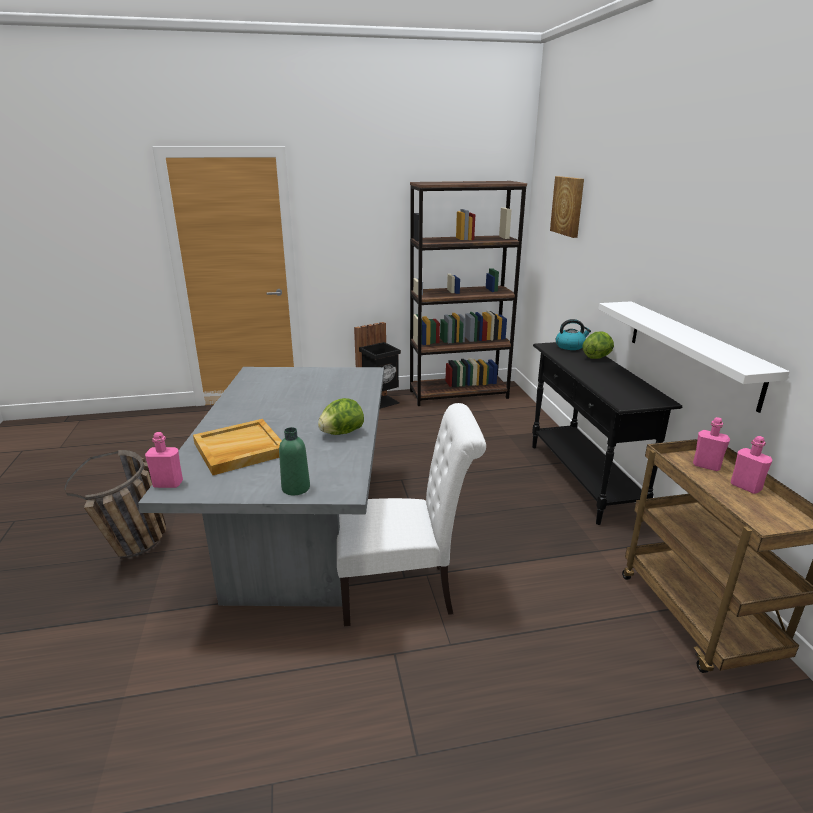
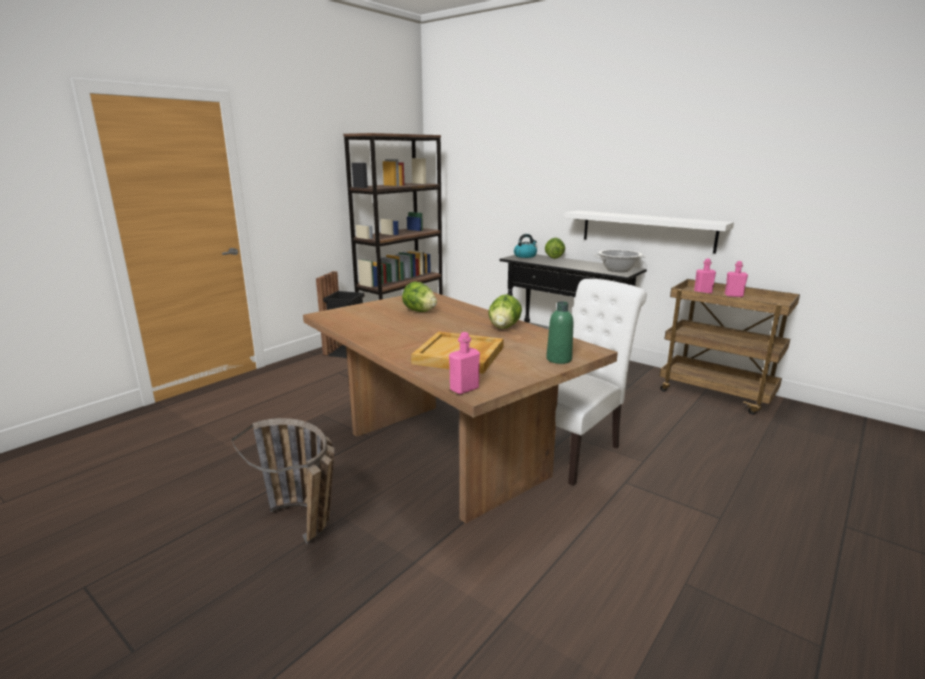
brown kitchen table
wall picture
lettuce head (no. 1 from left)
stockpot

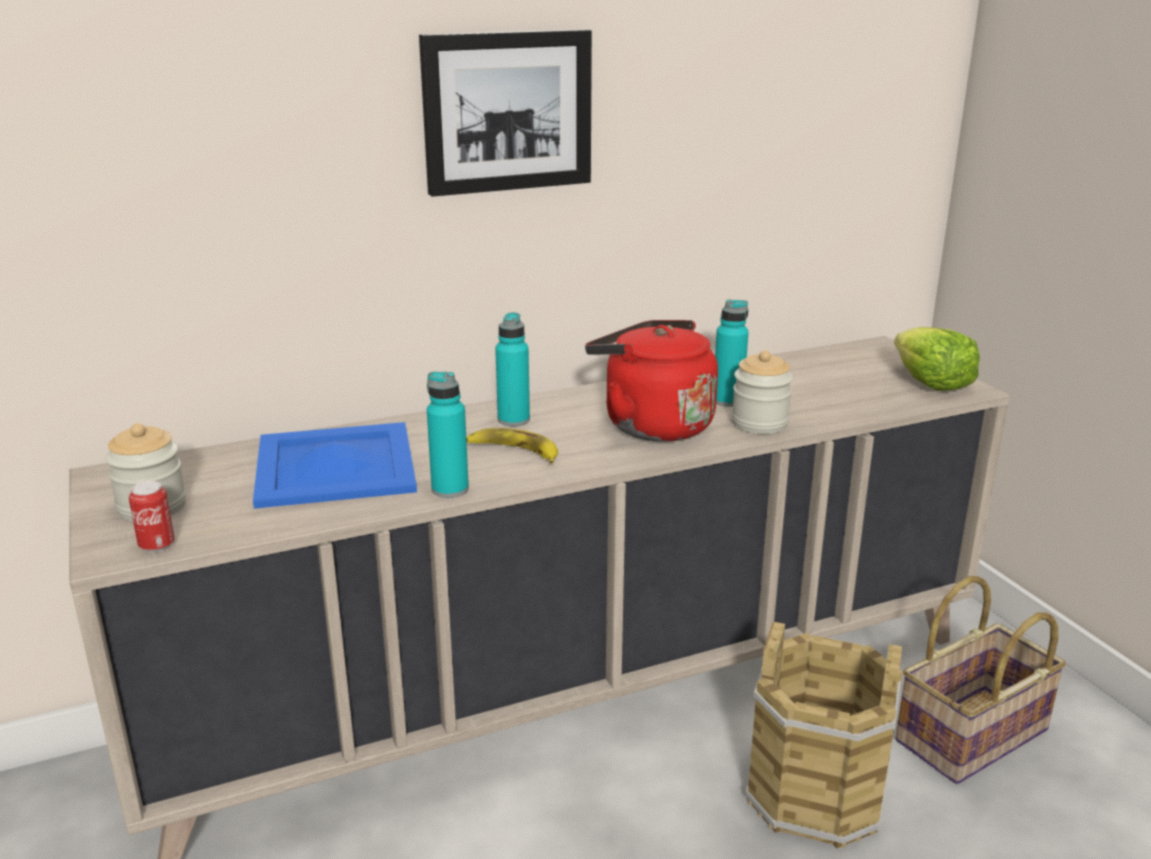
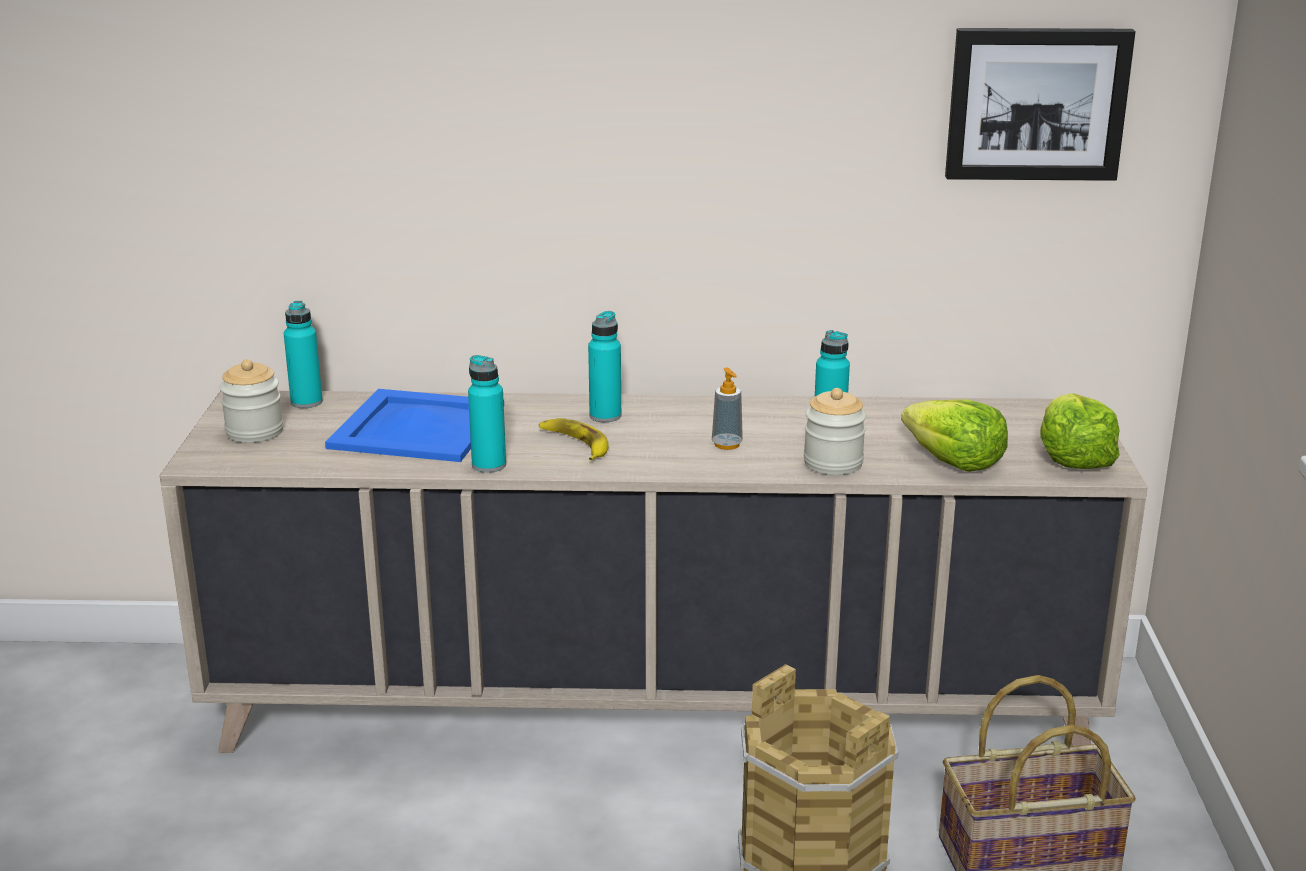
metal can
wall picture
soap bottle
turquoise bottle (no. 1 from left)
lettuce head (no. 1 from left)

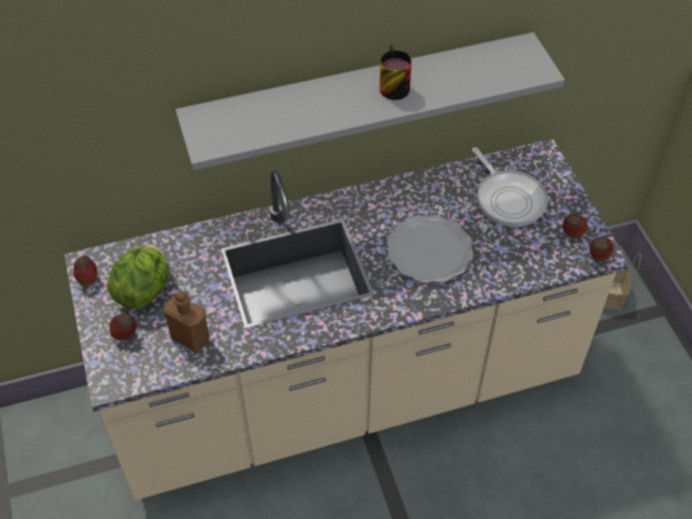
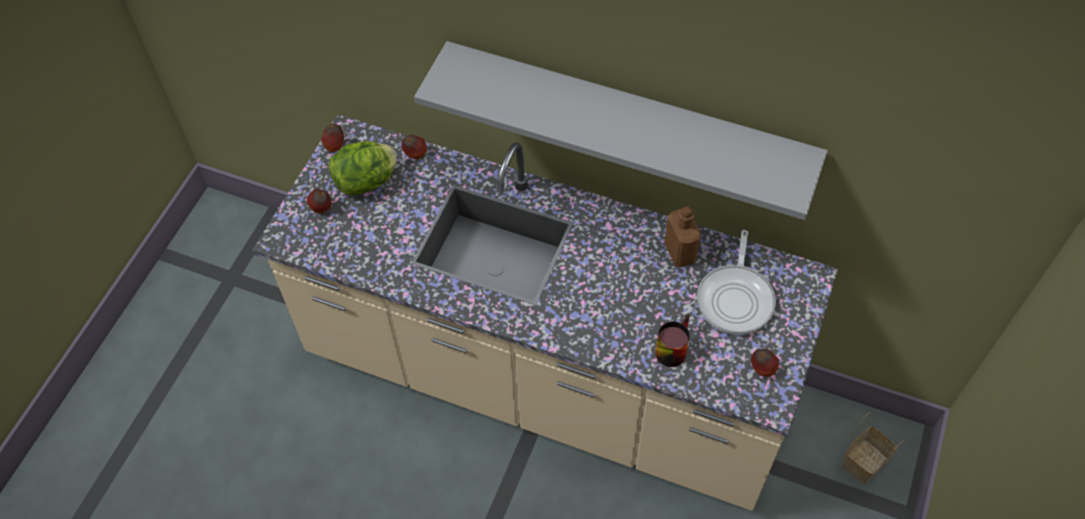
brown bottle
tea mug
plate
whole apple (no. 3 from left)

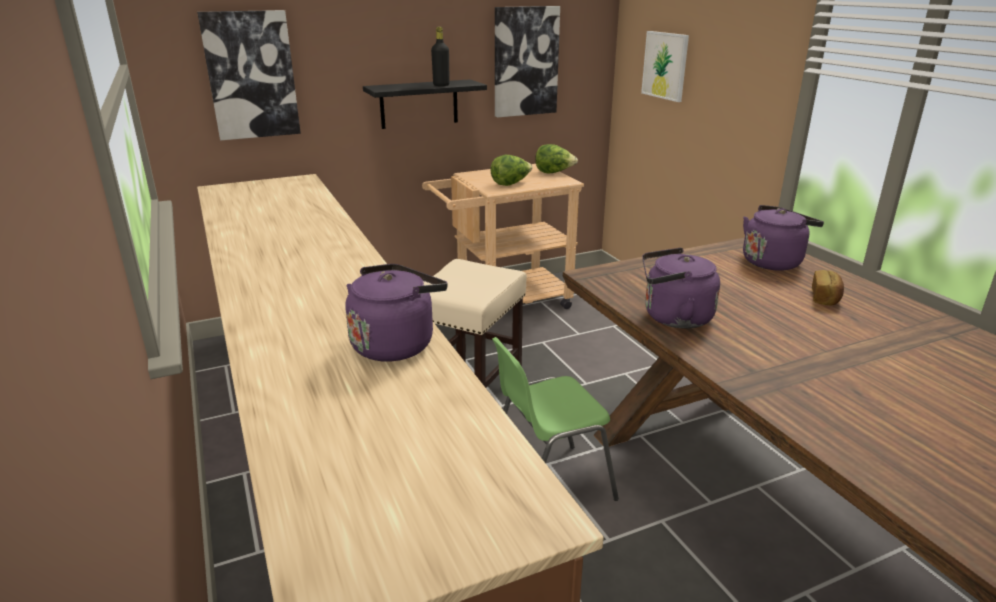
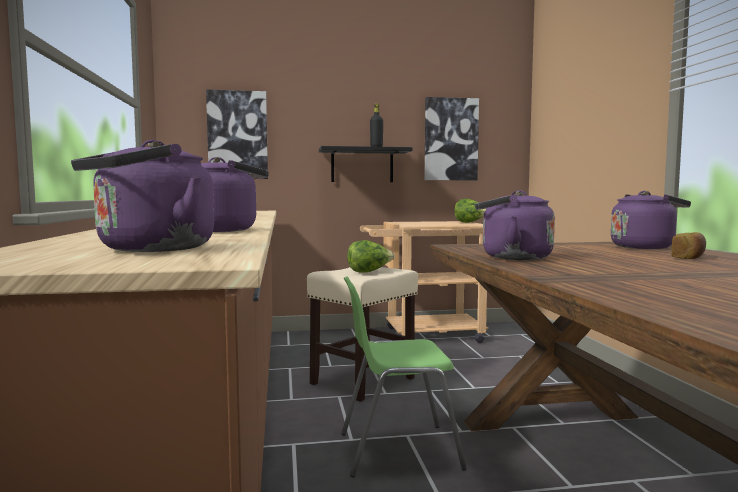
lettuce head (no. 1 from left)
wall picture (no. 3 from left in the first image)
purple-coloured kettle (no. 1 from left)

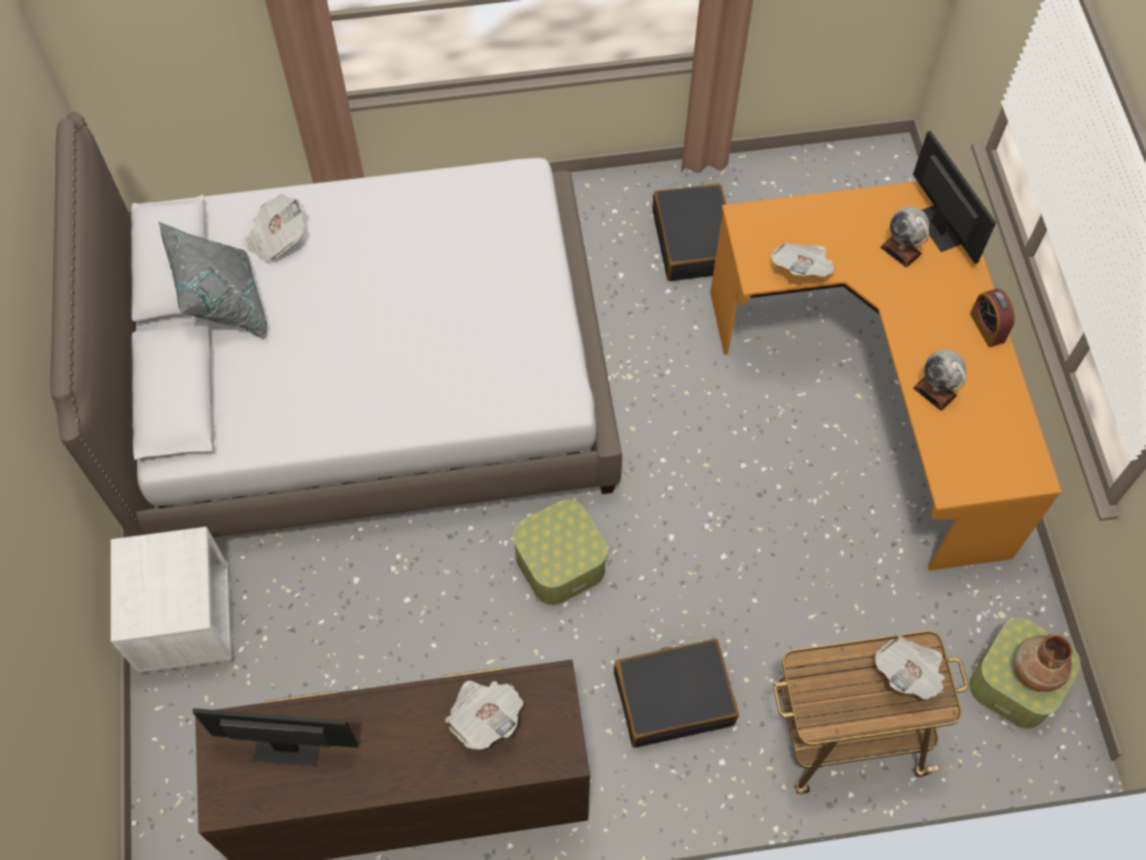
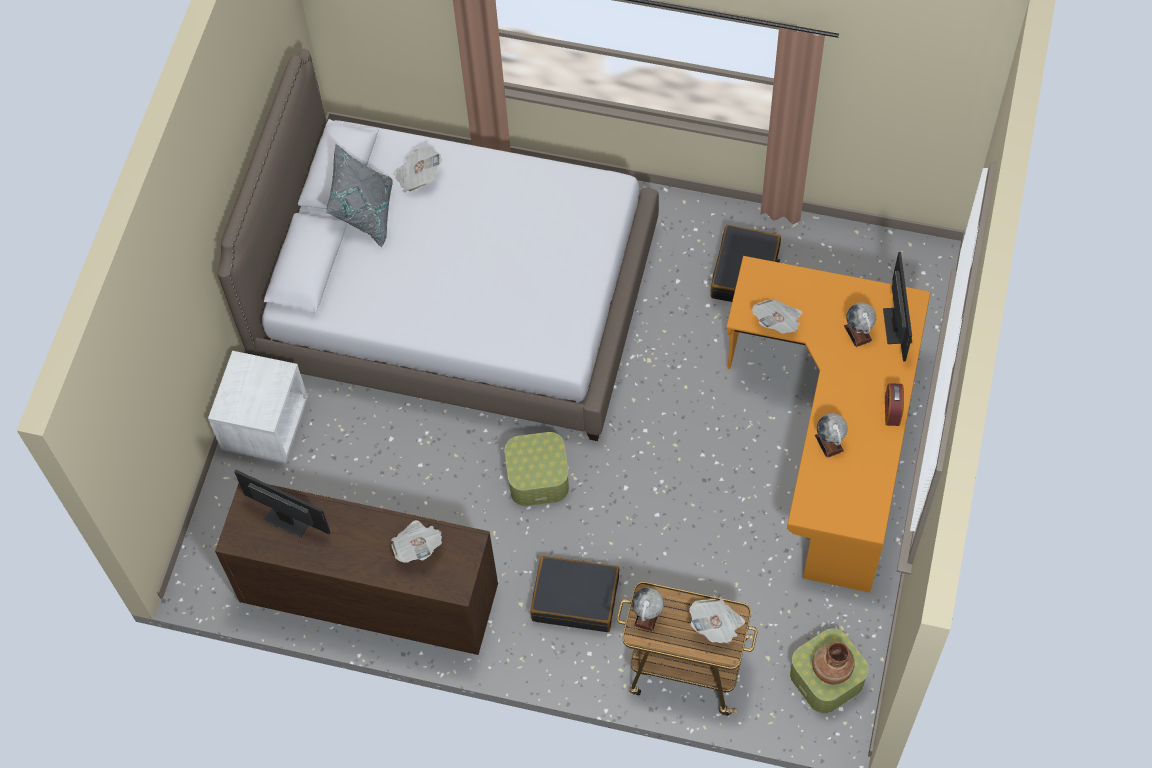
world globe (no. 1 from left)

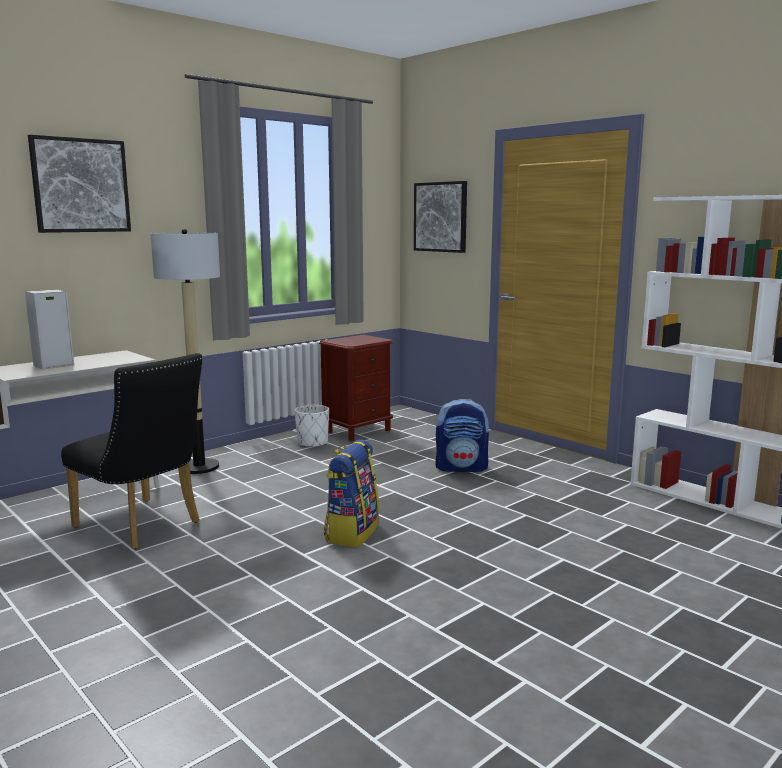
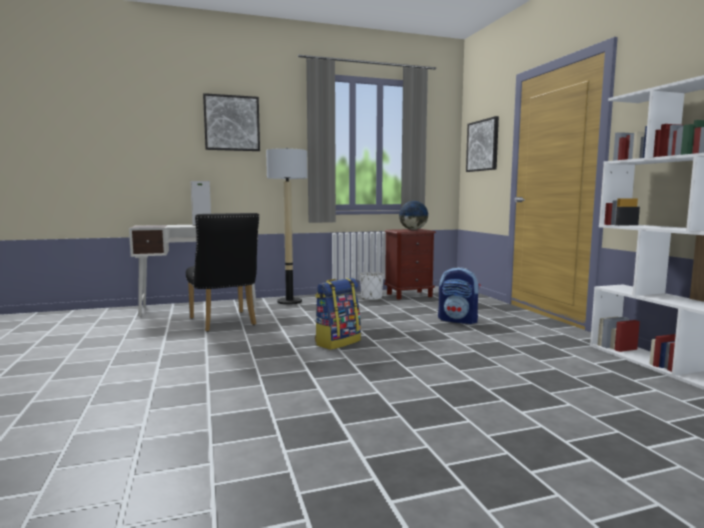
world globe

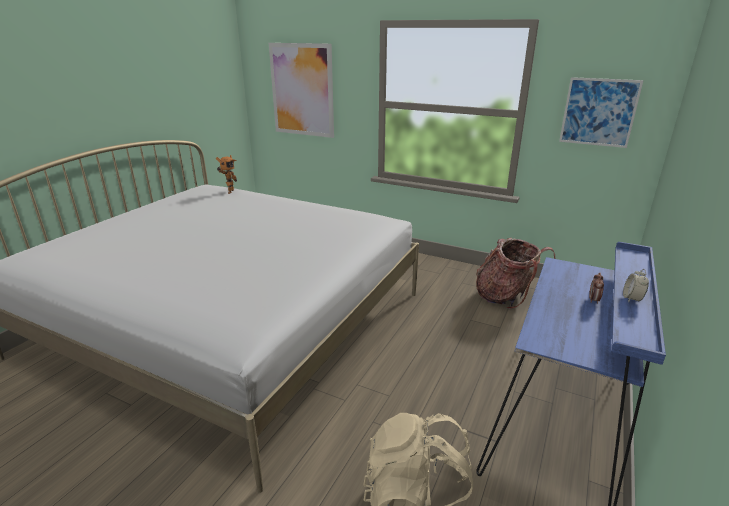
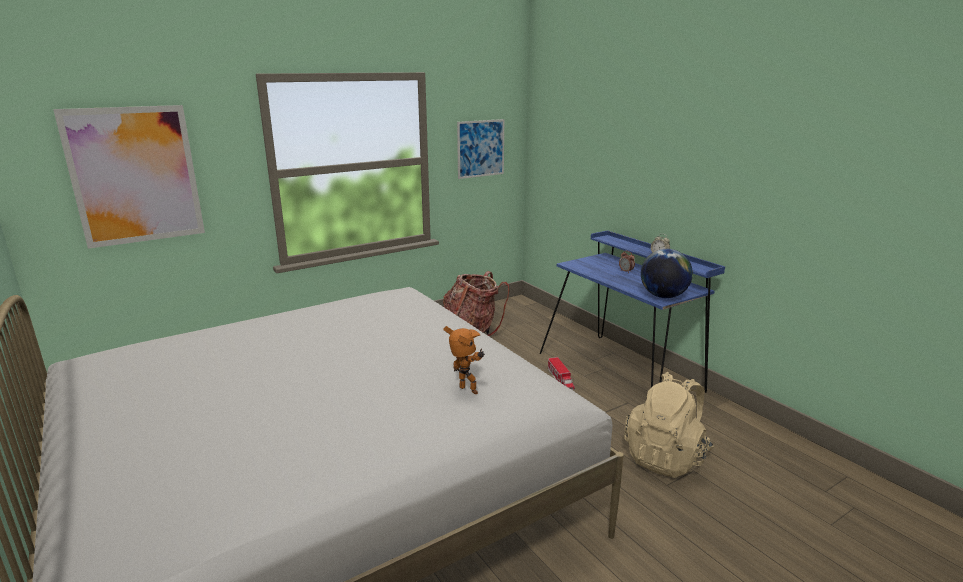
toy robot
toy truck
world globe

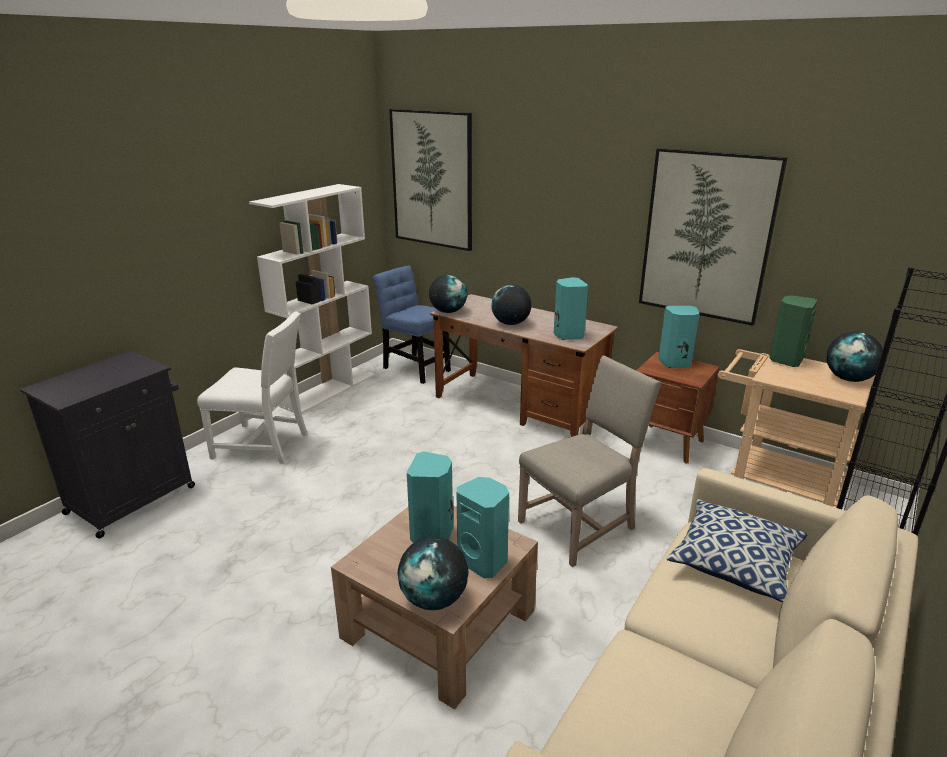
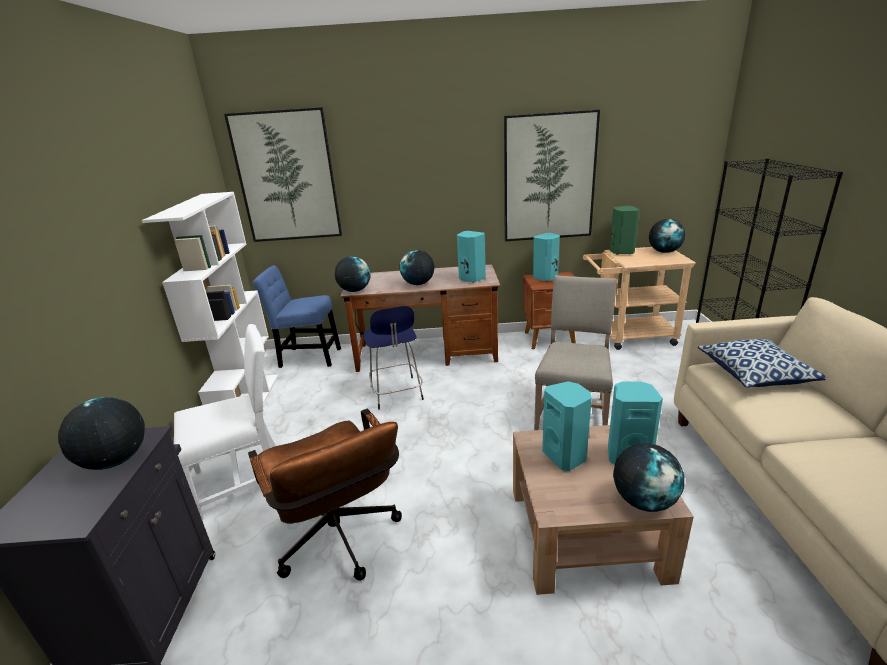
world globe (no. 1 from left)
brown desk chair
blue stool seat

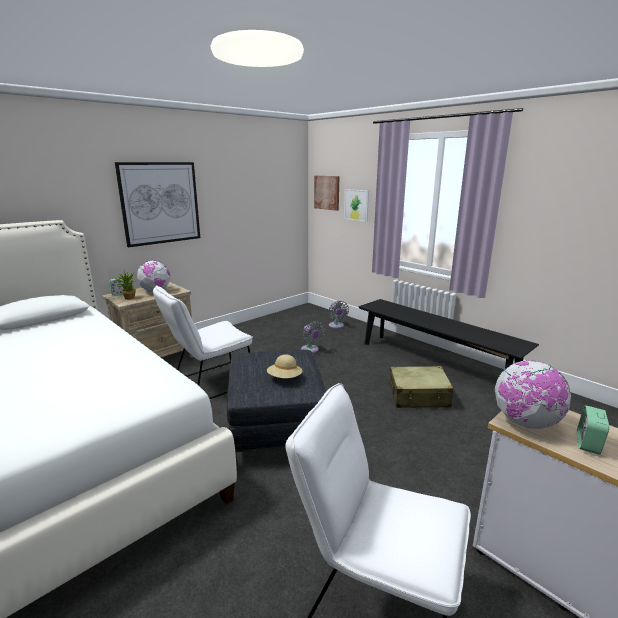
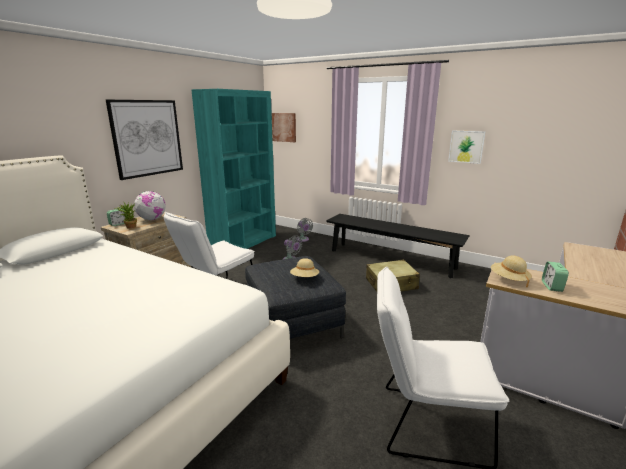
wall picture (no. 3 from left)
sand-coloured wearable hat (no. 2 from left)
turquoise bookshelf

